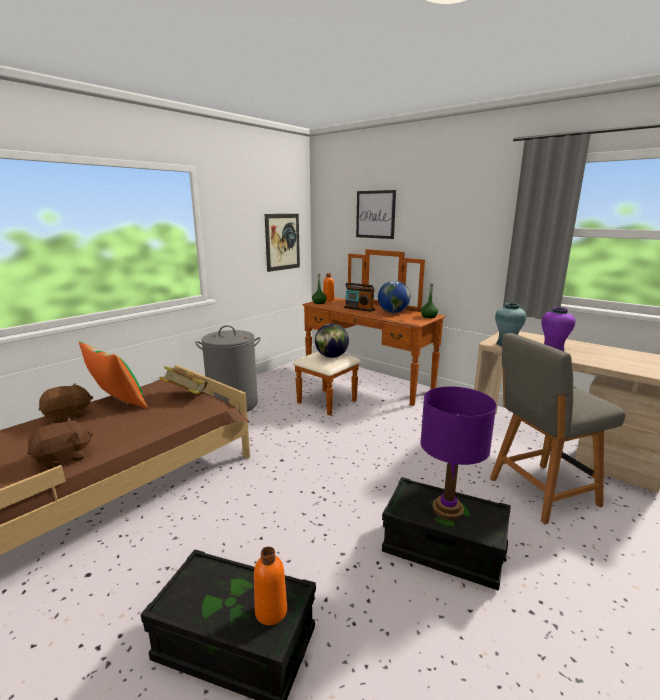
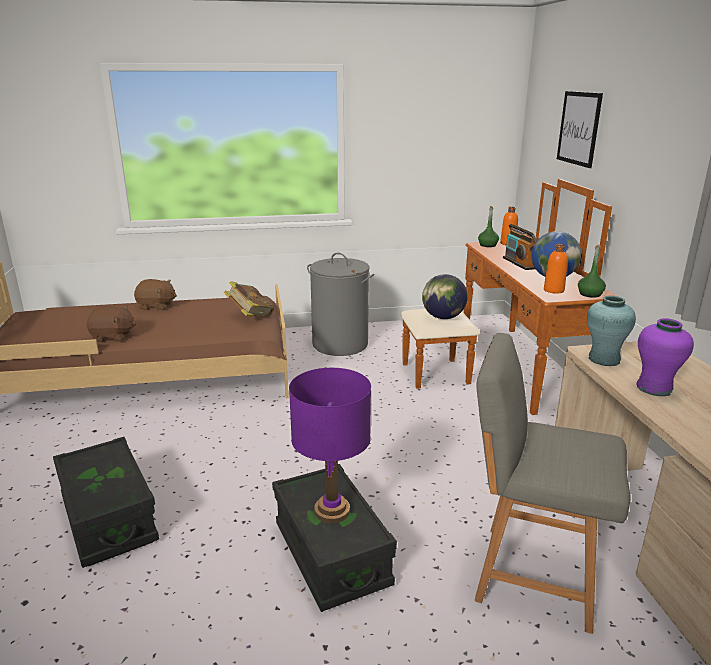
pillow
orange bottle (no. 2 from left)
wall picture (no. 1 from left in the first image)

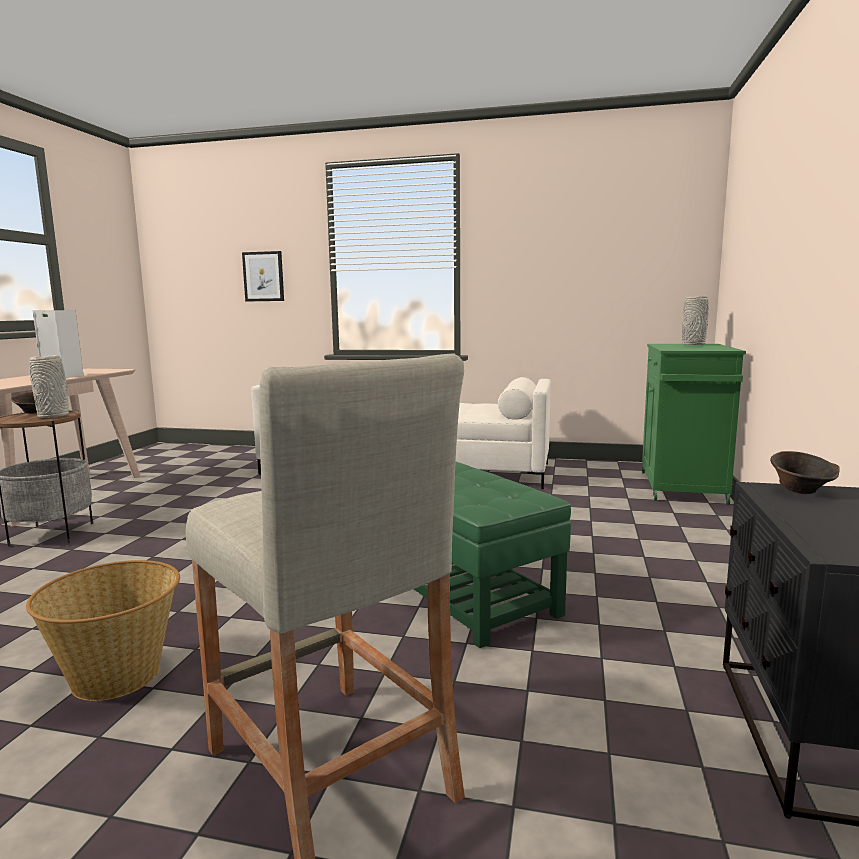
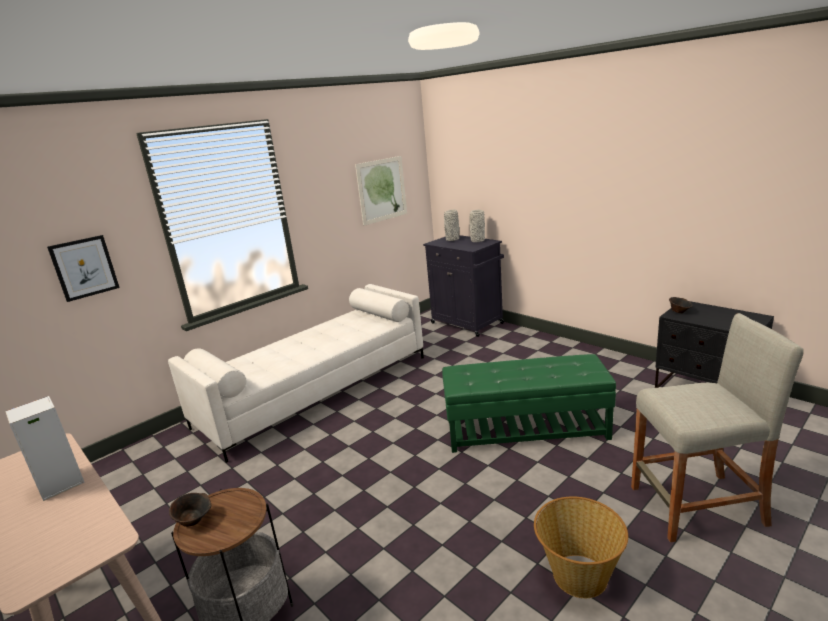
grey flower vase (no. 2 from left)
blackish cupboard
wall picture (no. 2 from left)

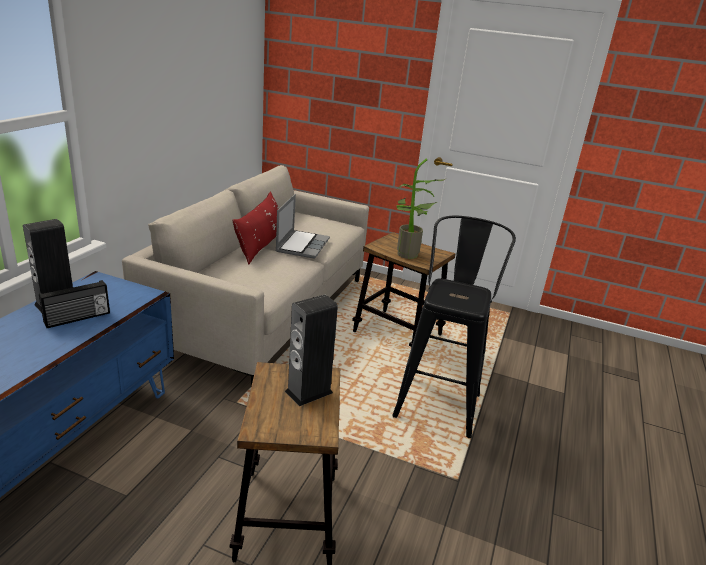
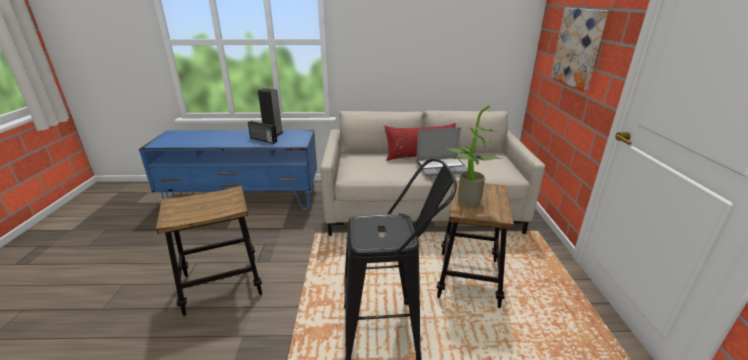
loudspeaker (no. 2 from left in the first image)
wall picture

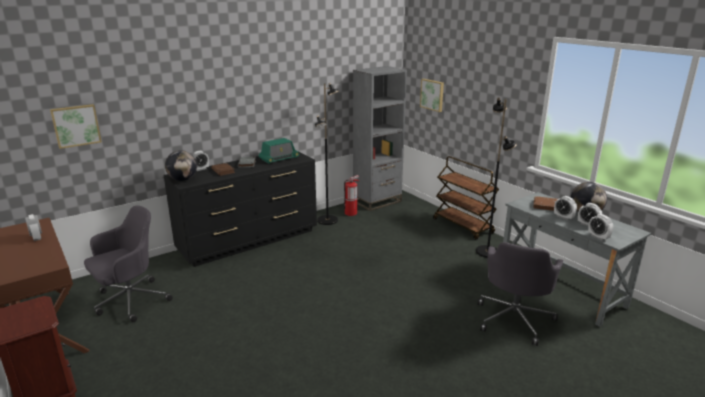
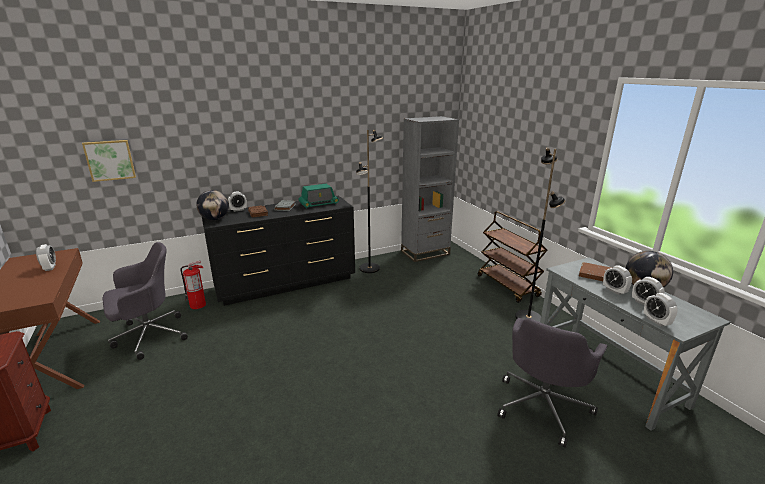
fire-fighting cylinder
wall picture (no. 2 from left in the first image)

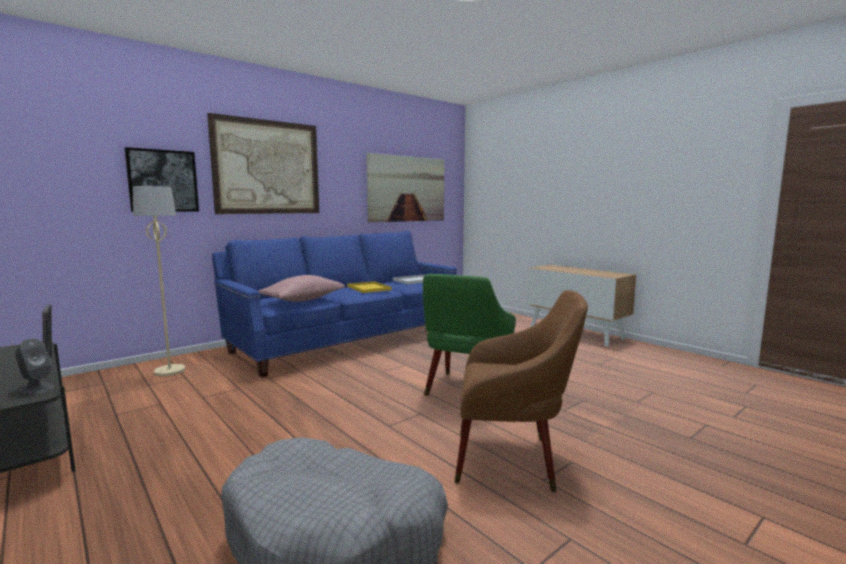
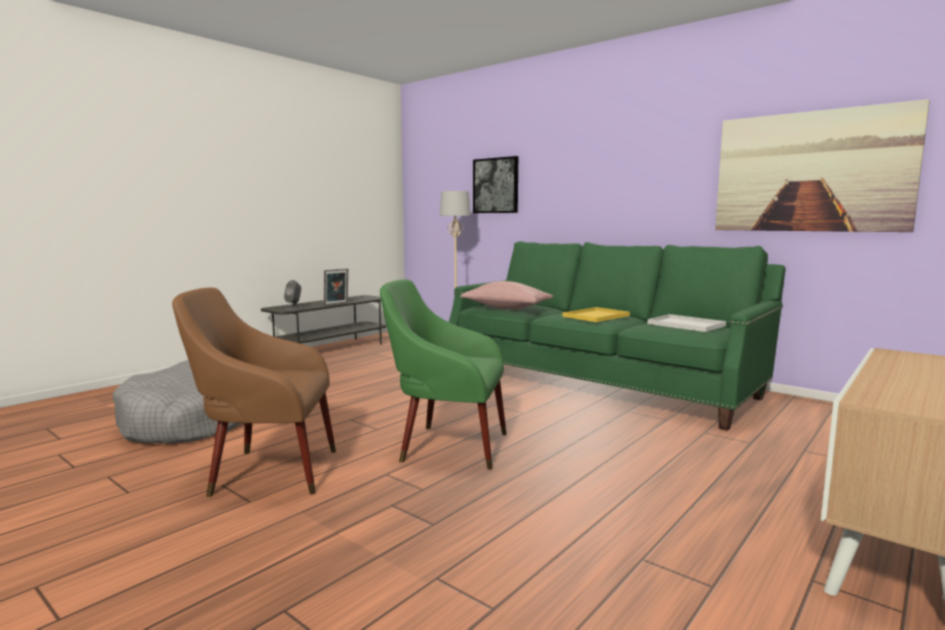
wall picture (no. 2 from left in the first image)
greenish sofa
brown lounge chair

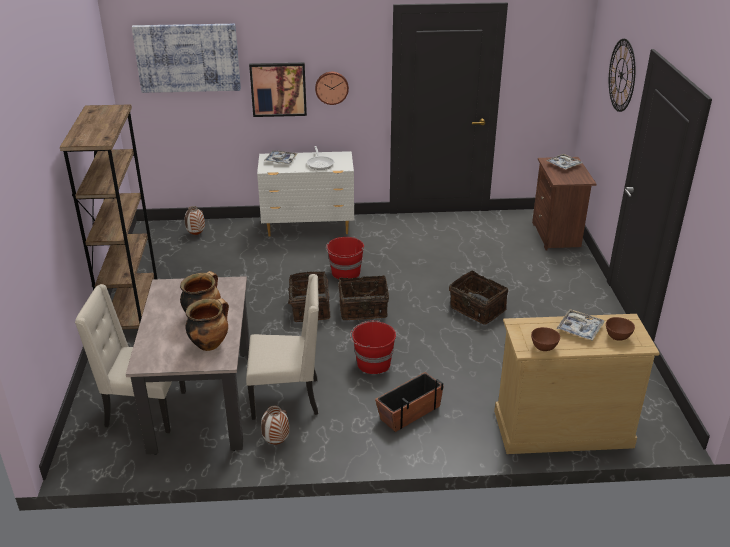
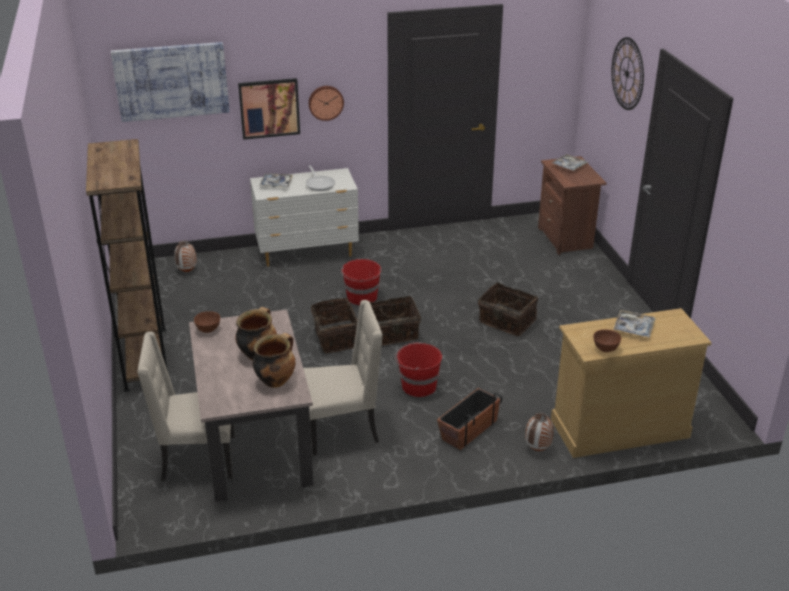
flower vase (no. 2 from left)
brown deep dish (no. 1 from left)

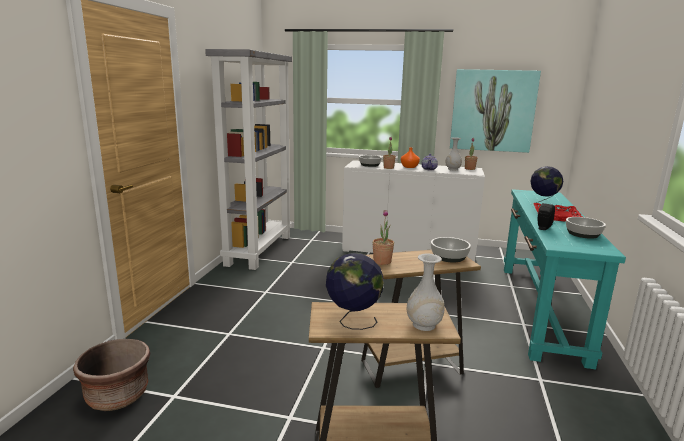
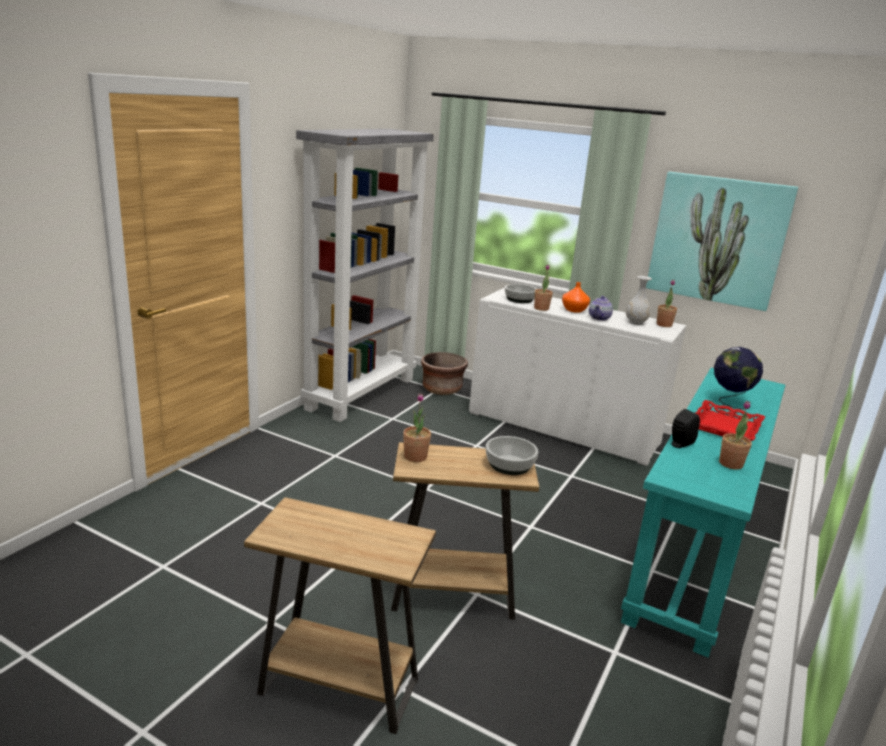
brown plant pot
world globe (no. 1 from left in the first image)
whitish flower vase (no. 1 from left in the first image)
plant in a pot (no. 4 from left)

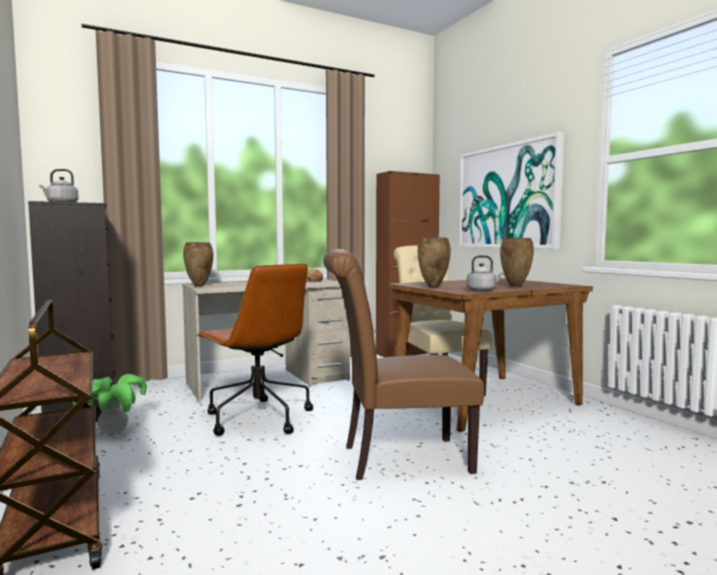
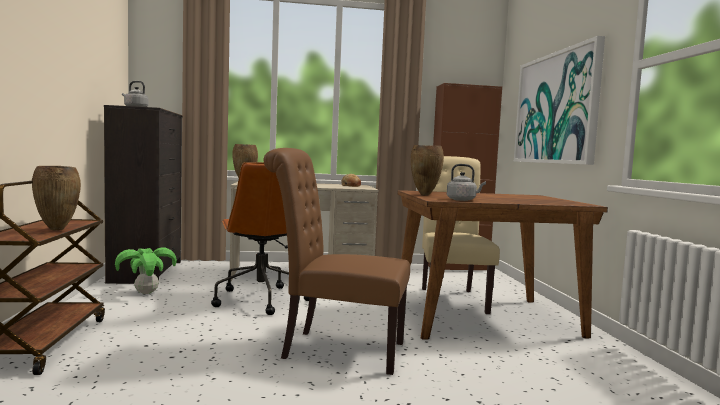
brown flower vase (no. 1 from left)

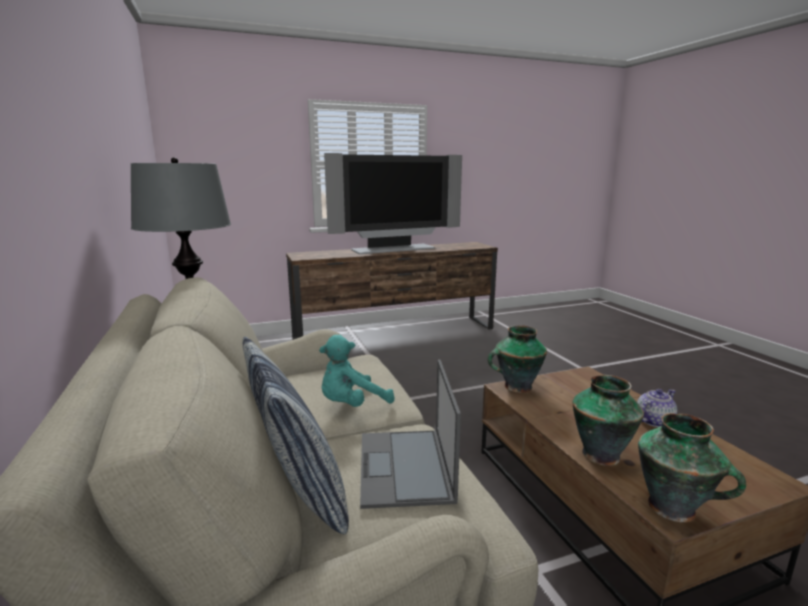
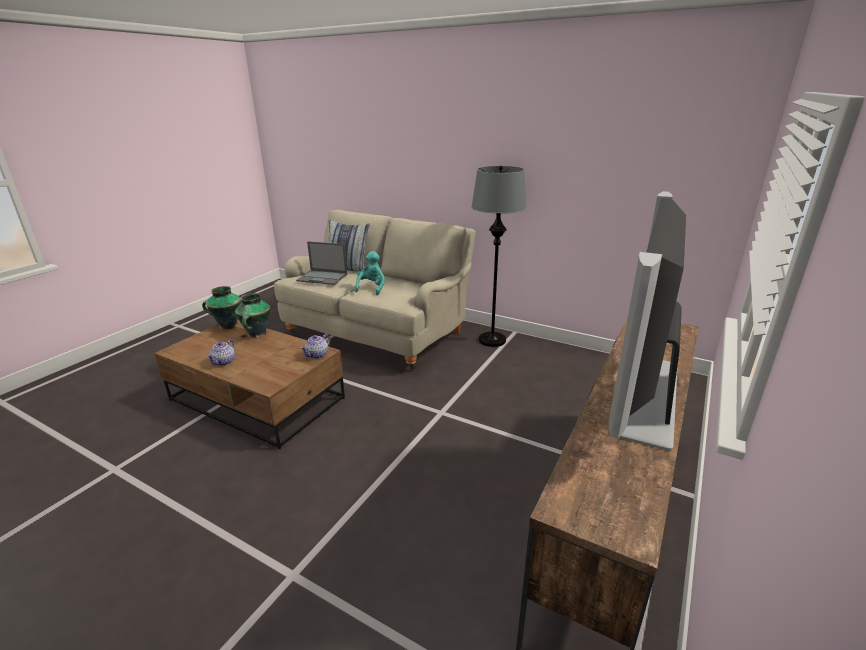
portable computer
tea pot (no. 2 from left)

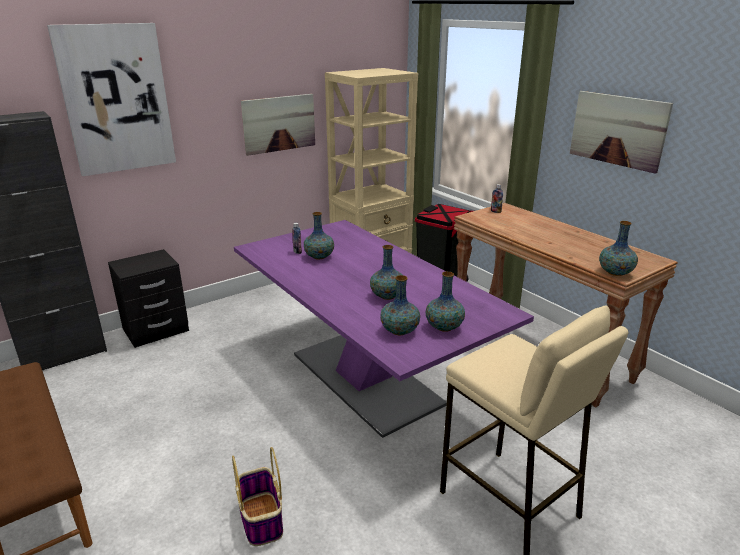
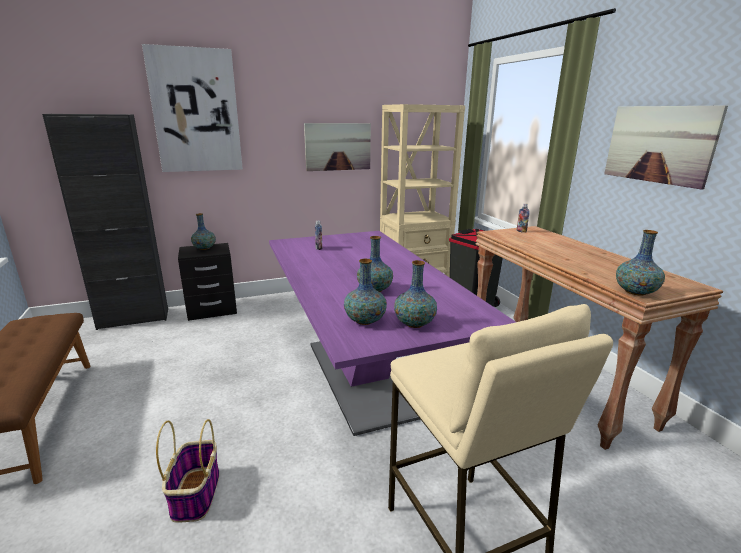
flower vase (no. 1 from left)

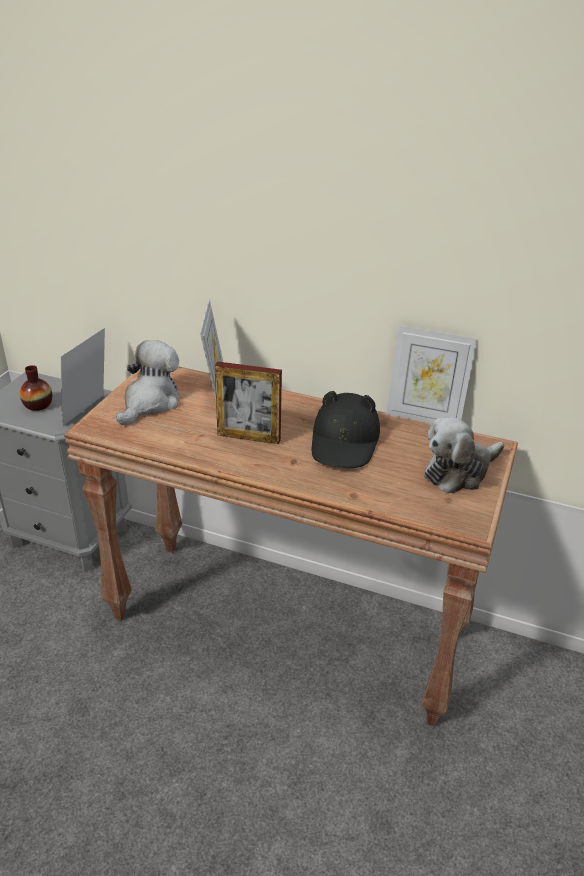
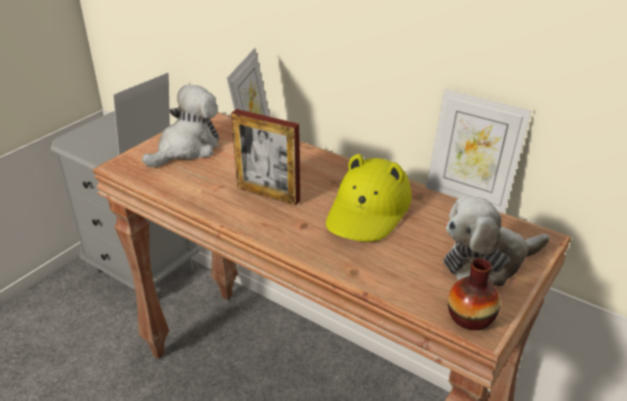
flower vase
yellowish wearable hat

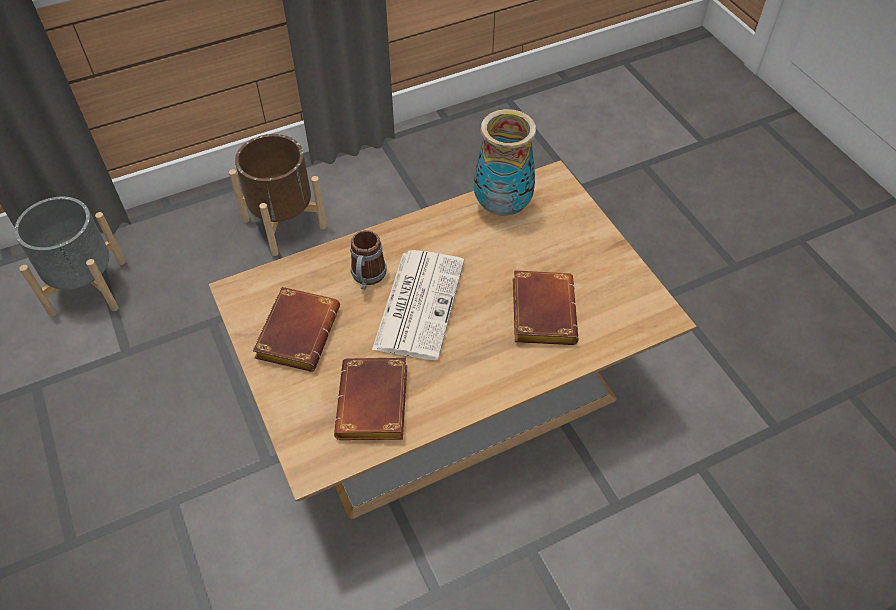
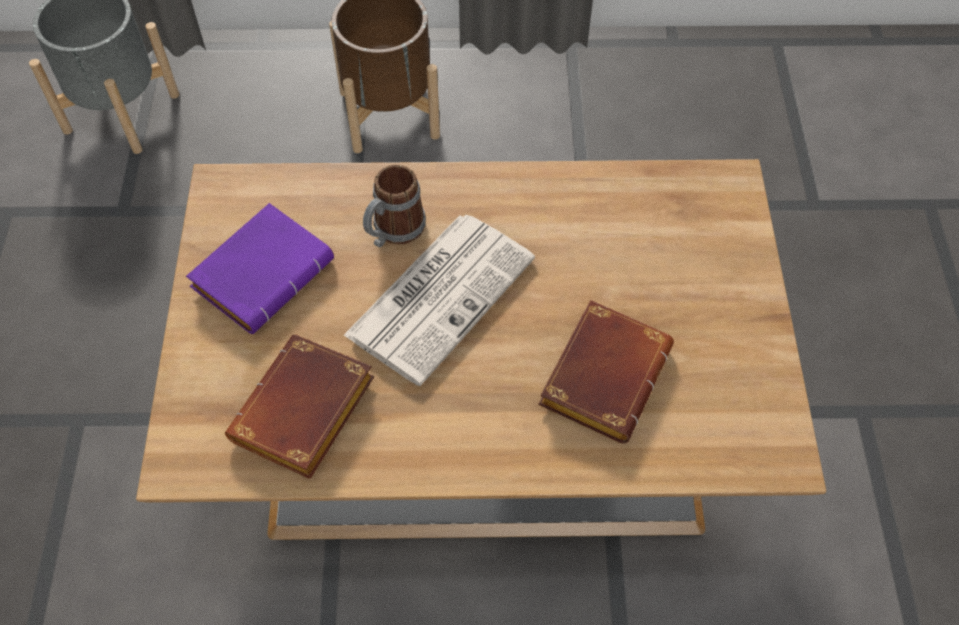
purple-coloured book
flower vase

